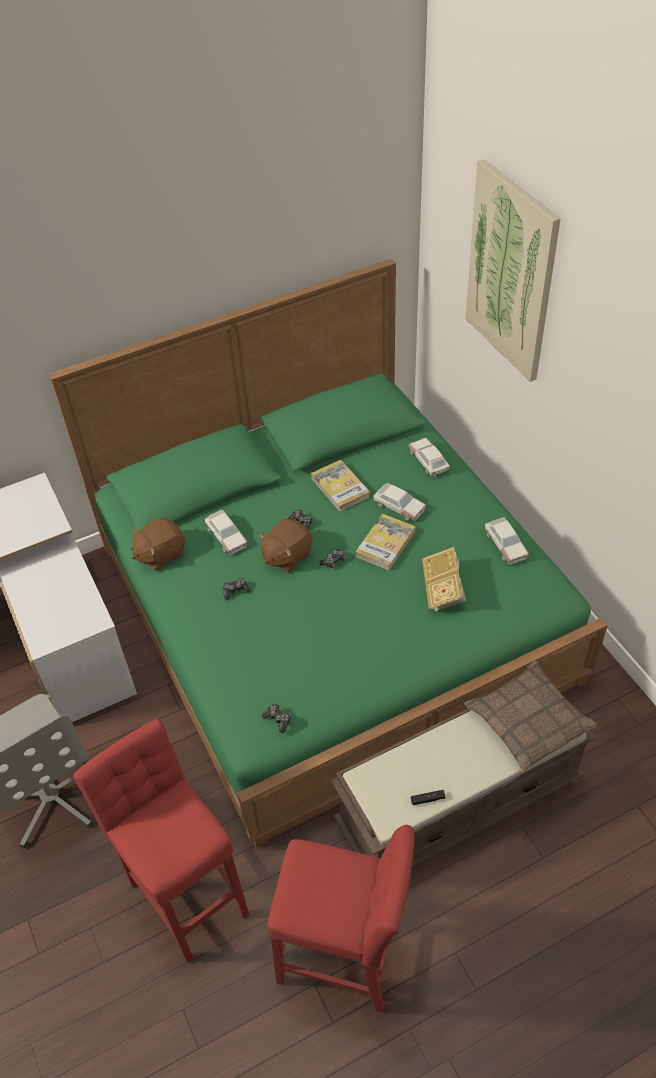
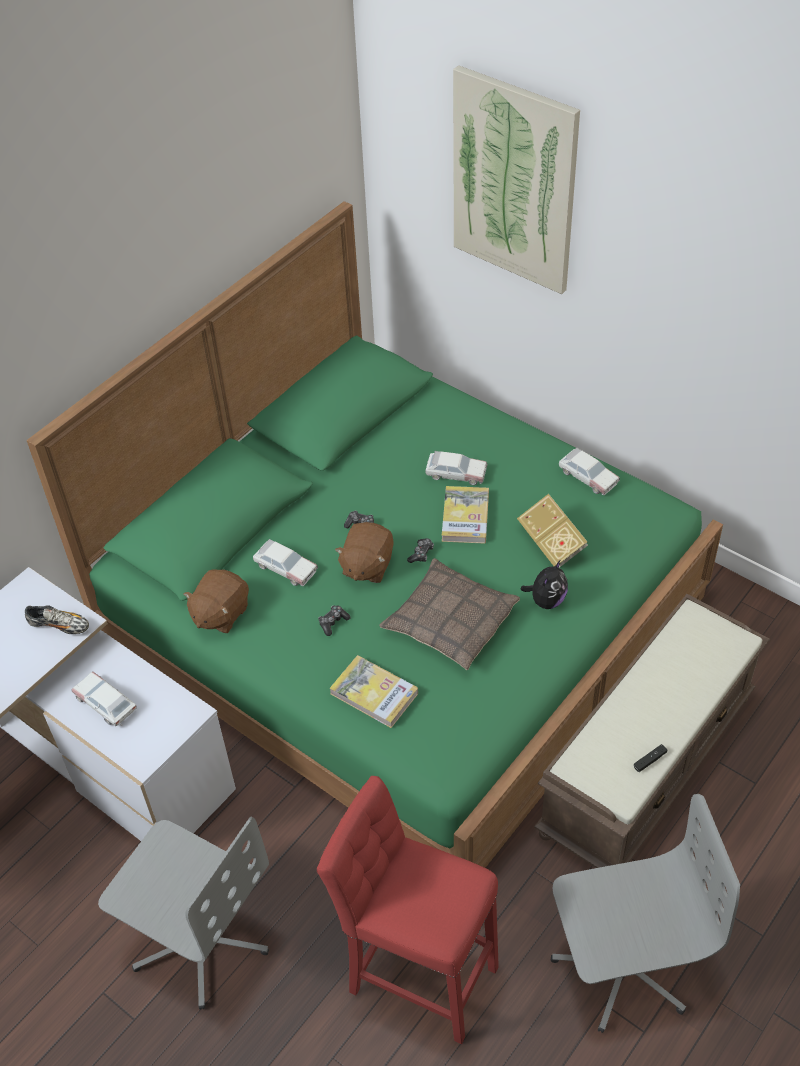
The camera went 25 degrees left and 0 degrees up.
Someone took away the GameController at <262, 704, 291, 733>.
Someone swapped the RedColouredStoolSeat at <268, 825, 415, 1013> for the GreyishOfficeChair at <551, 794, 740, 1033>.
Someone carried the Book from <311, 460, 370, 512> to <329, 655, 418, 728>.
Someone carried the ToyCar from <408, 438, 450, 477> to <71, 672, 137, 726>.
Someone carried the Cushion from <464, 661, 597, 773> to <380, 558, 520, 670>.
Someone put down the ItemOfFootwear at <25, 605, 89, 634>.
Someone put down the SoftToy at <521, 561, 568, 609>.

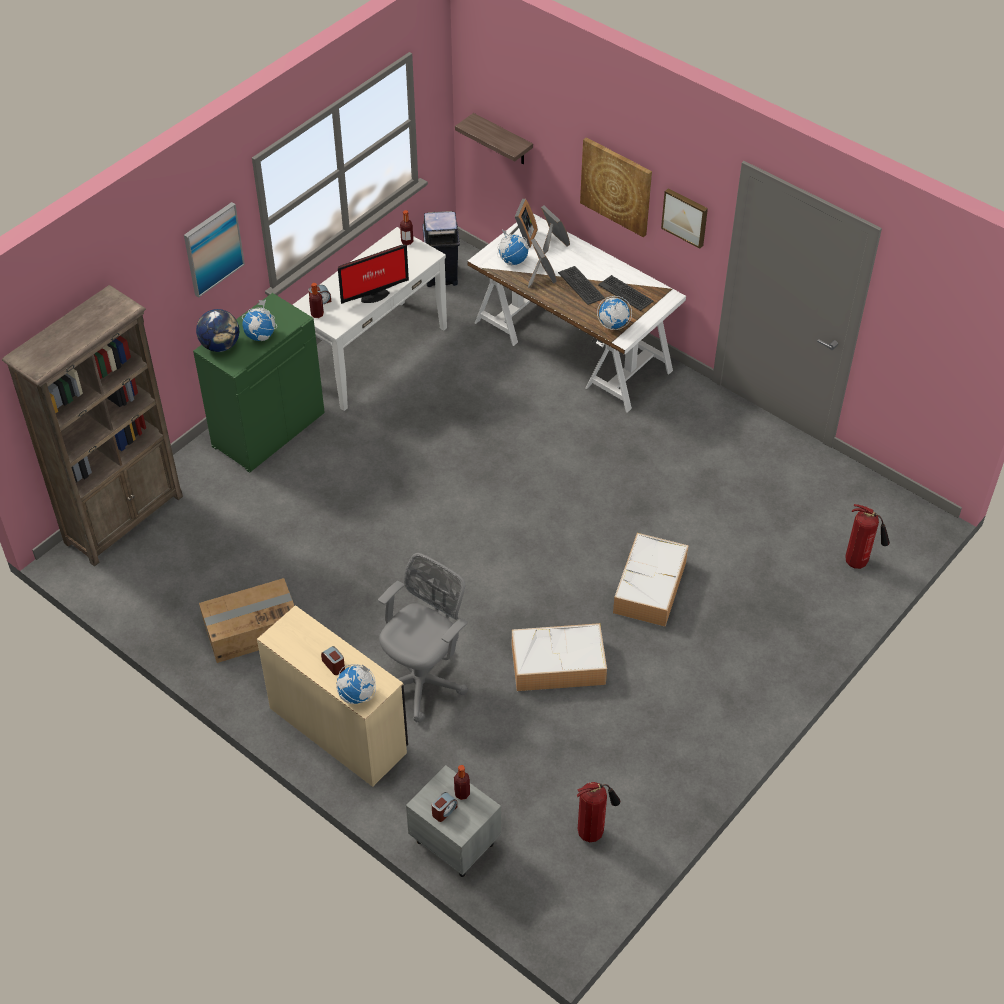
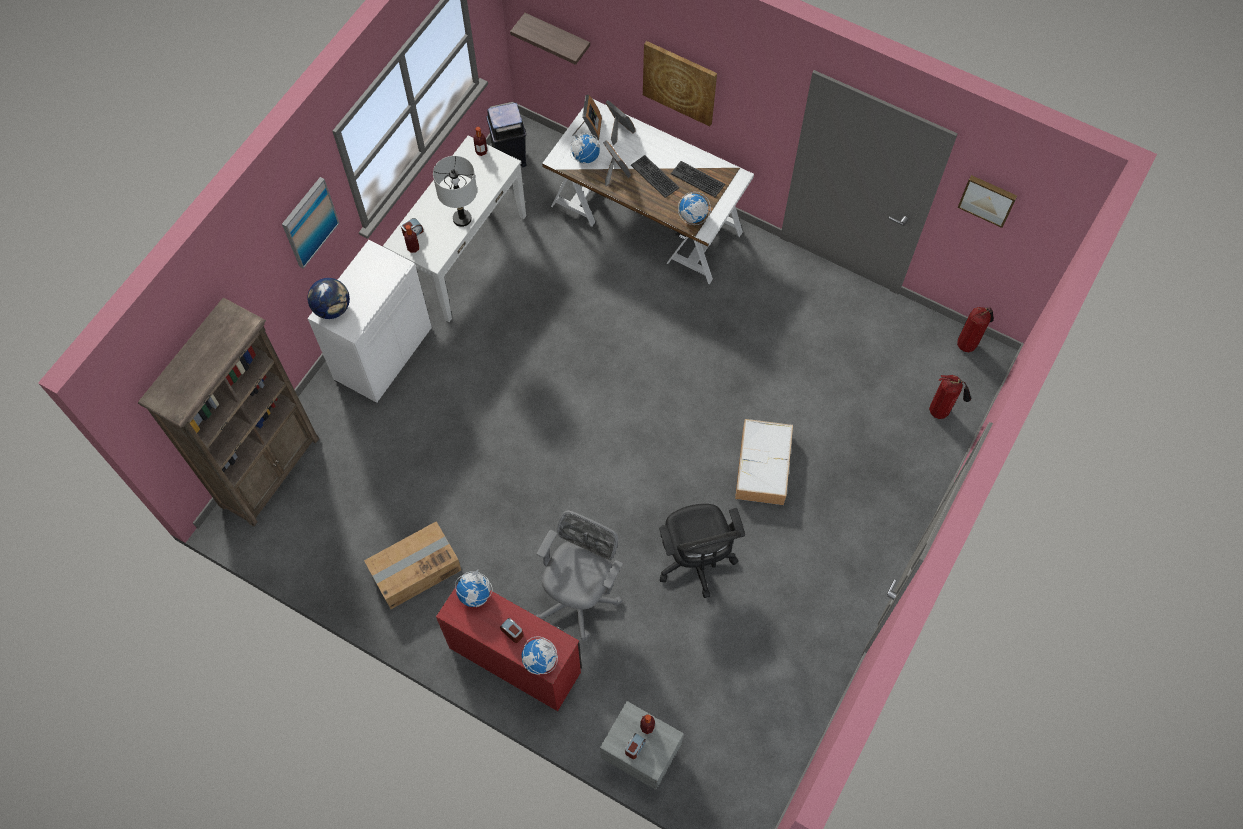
The camera went 10 degrees left and 15 degrees up.
Someone repainted the GreenColouredCabinet at <193, 293, 325, 473>, which became the WhiteColouredCabinet at <307, 240, 432, 403>.
Someone carried the WorldGlobe from <242, 300, 277, 341> to <455, 570, 492, 607>.
Someone repainted the SandColouredDeskUnit at <257, 605, 408, 787>, which became the RedColouredDeskUnit at <436, 585, 582, 711>.
Someone swapped the ComputerDisplay at <338, 244, 409, 304> for the GreyishLampForATable at <433, 156, 477, 227>.
Someone swapped the StorageContainer at <512, 623, 607, 691> for the BlackishOfficeChair at <659, 504, 745, 598>.
Someone carried the FireFightingCylinder from <577, 782, 621, 842> to <957, 307, 994, 352>.
Someone carried the Picture from <661, 188, 708, 249> to <958, 175, 1017, 228>.

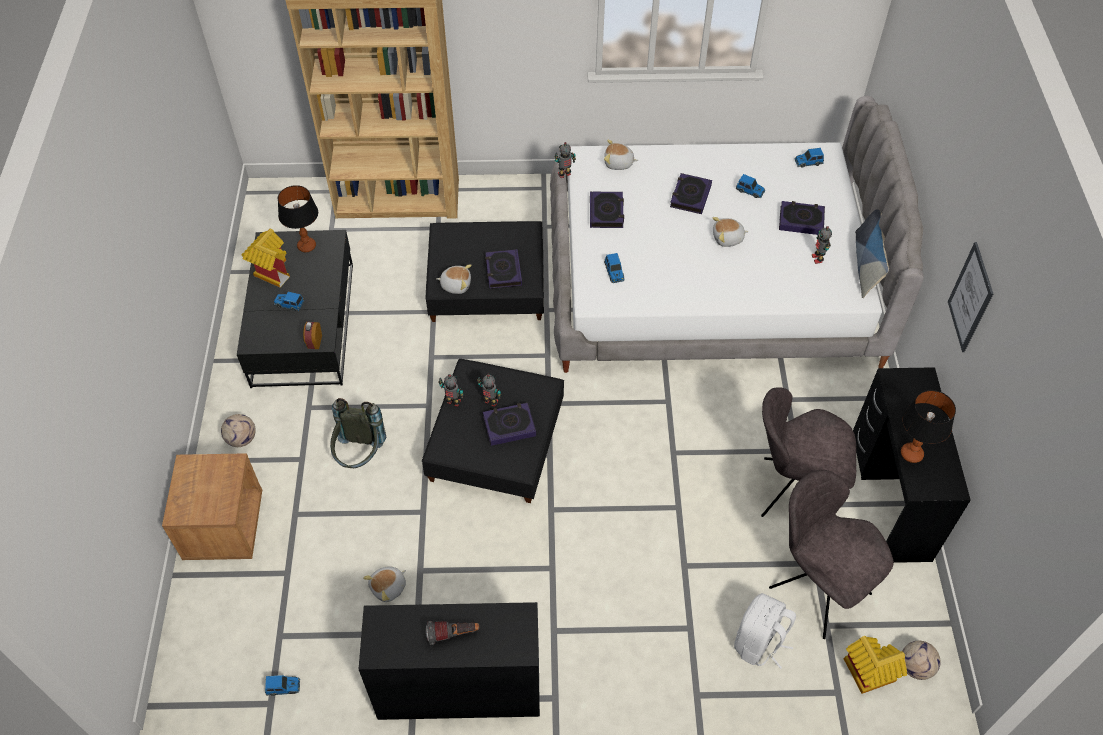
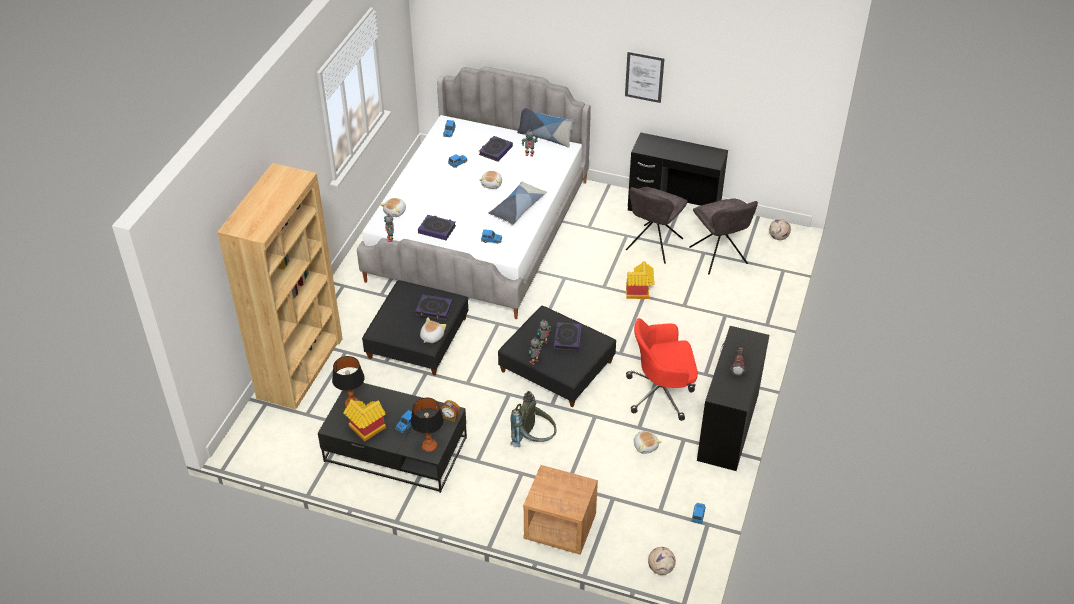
The camera went 70 degrees left and 10 degrees down.
Someone carried the Football from <221, 414, 256, 447> to <648, 547, 676, 575>.
Someone took away the Book at <670, 173, 712, 214>.
Someone took away the WhiteColouredBackpack at <734, 593, 796, 669>.
Someone rotated the GreyishPlainChair at <769, 470, 894, 639> by 90 degrees counterclockwise.
Someone carried the MiniatureHouse from <844, 636, 907, 694> to <626, 261, 655, 299>.
Someone carried the LampForATable from <901, 390, 956, 463> to <411, 398, 444, 452>.
Someone put down the Cushion at <488, 182, 547, 225>.
Someone put down the RedColouredOfficeChair at <626, 318, 698, 421>.

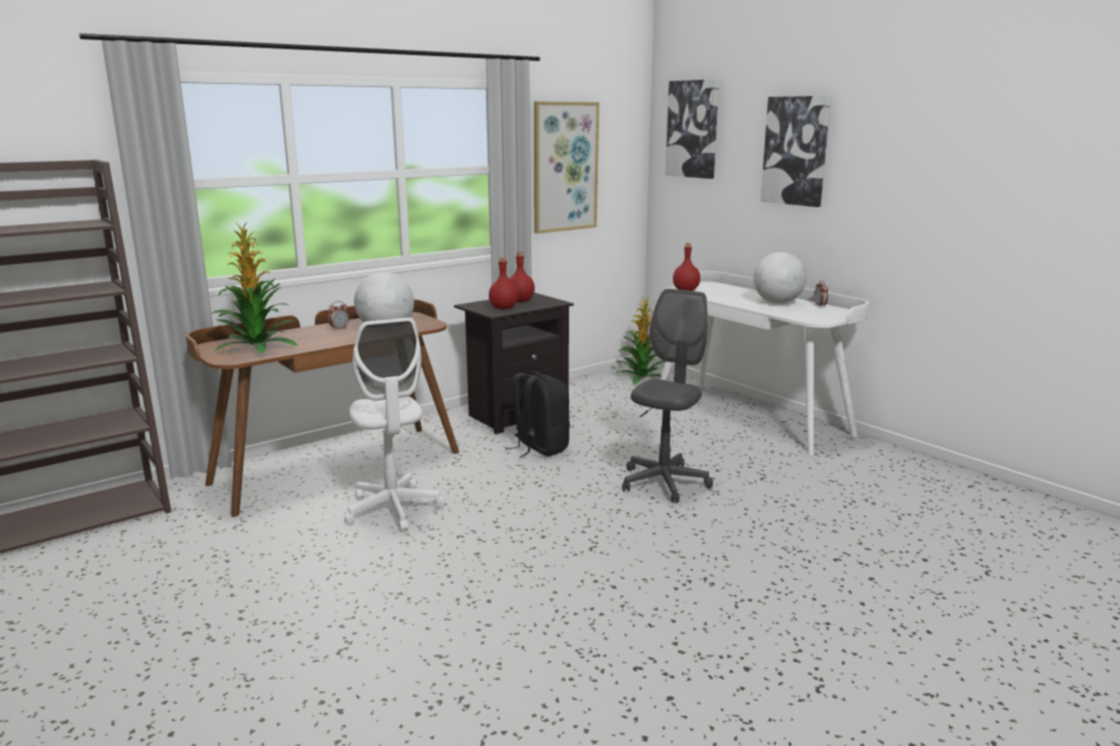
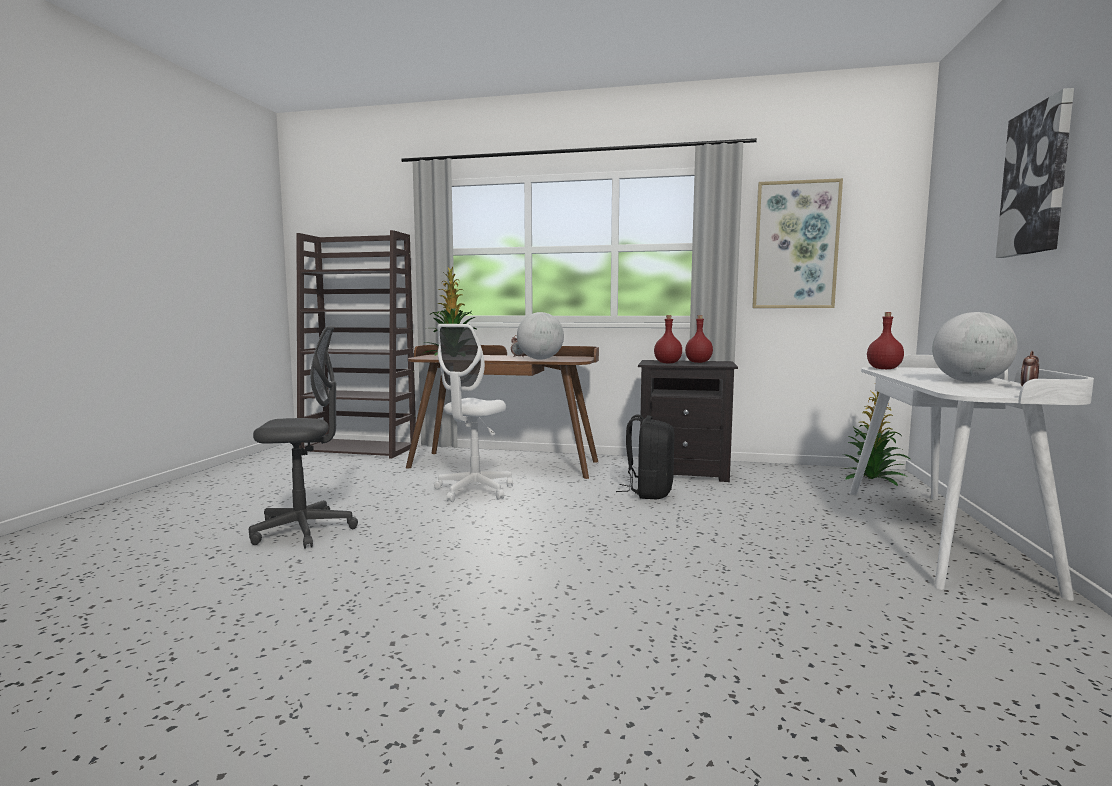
The camera went 50 degrees right and 10 degrees down.
Someone carried the GreyishOfficeChair from <622, 289, 713, 503> to <249, 325, 358, 549>.
Someone took away the Picture at <665, 79, 719, 179>.

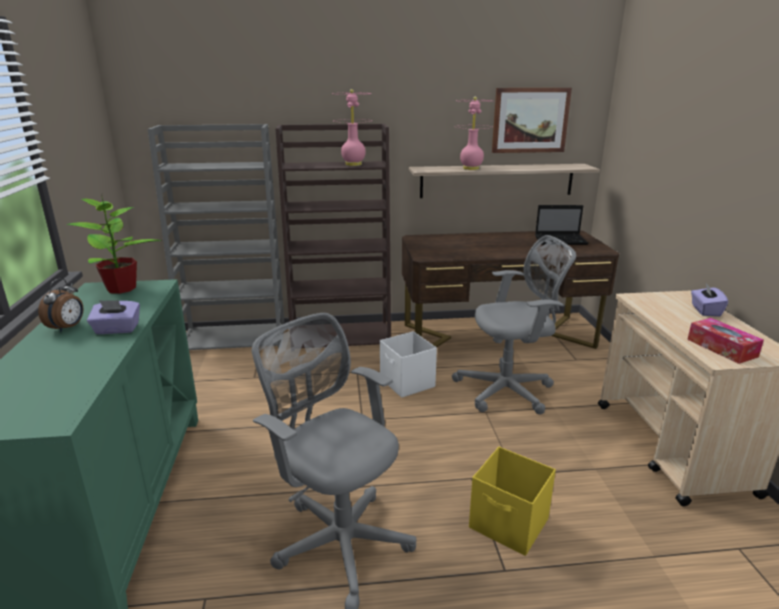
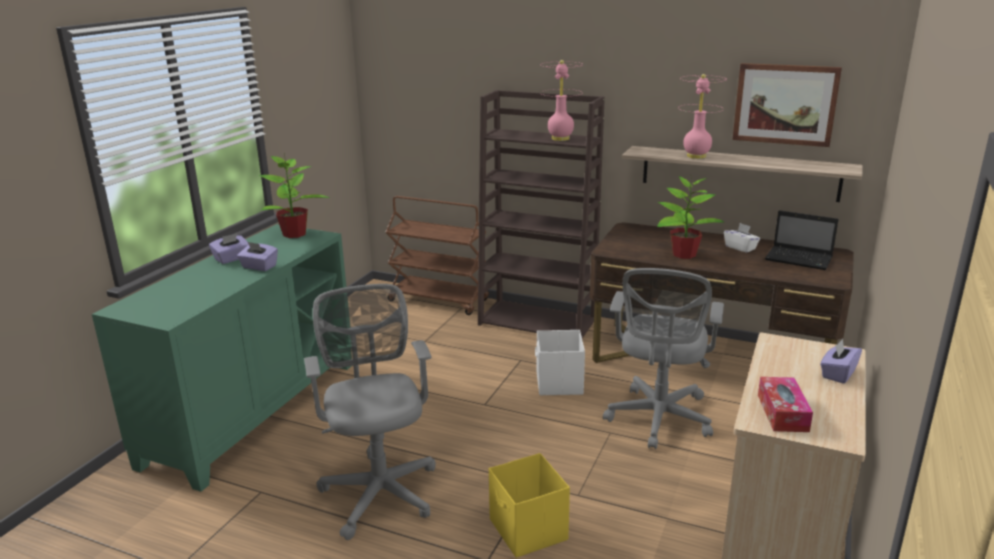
The camera went 30 degrees right and 0 degrees up.
Someone swapped the TableClock at <38, 278, 84, 333> for the PurpleBoxOfTissues at <209, 233, 249, 264>.
Someone swapped the GreyishBookshelf at <148, 124, 285, 350> for the BrownishCart at <385, 196, 489, 315>.
Someone rotated the GreyishOfficeChair at <452, 235, 576, 414> by 90 degrees clockwise.
Someone put down the PlantInAPot at <657, 176, 724, 259>.
Someone put down the WhiteColouredBoxOfTissues at <724, 223, 760, 253>.

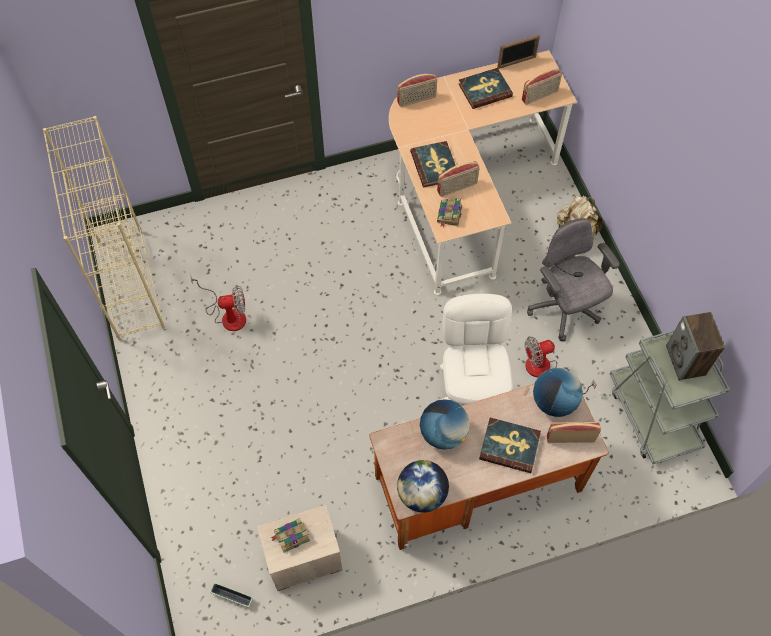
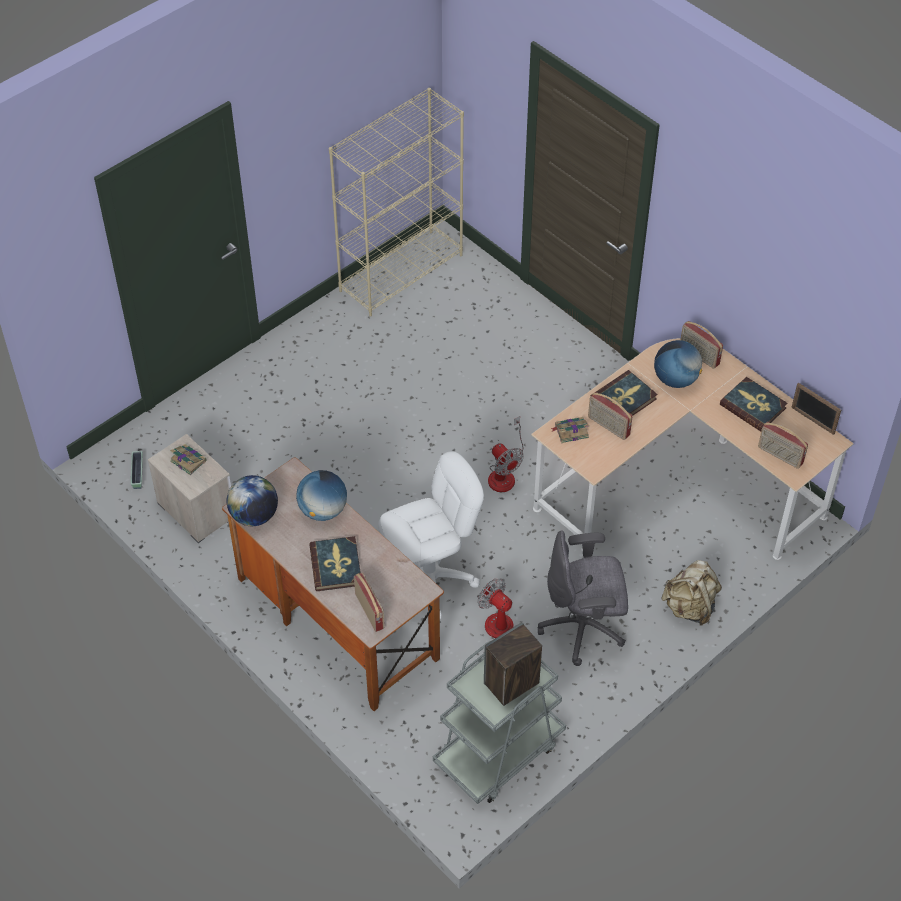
The camera went 65 degrees right and 10 degrees down.
Someone carried the ElectricFan from <191, 277, 246, 331> to <488, 416, 523, 492>.
Someone rotated the GreyishOfficeChair at <527, 218, 620, 341> by 135 degrees counterclockwise.
Someone carried the WorldGlobe from <533, 368, 583, 417> to <654, 340, 702, 388>.

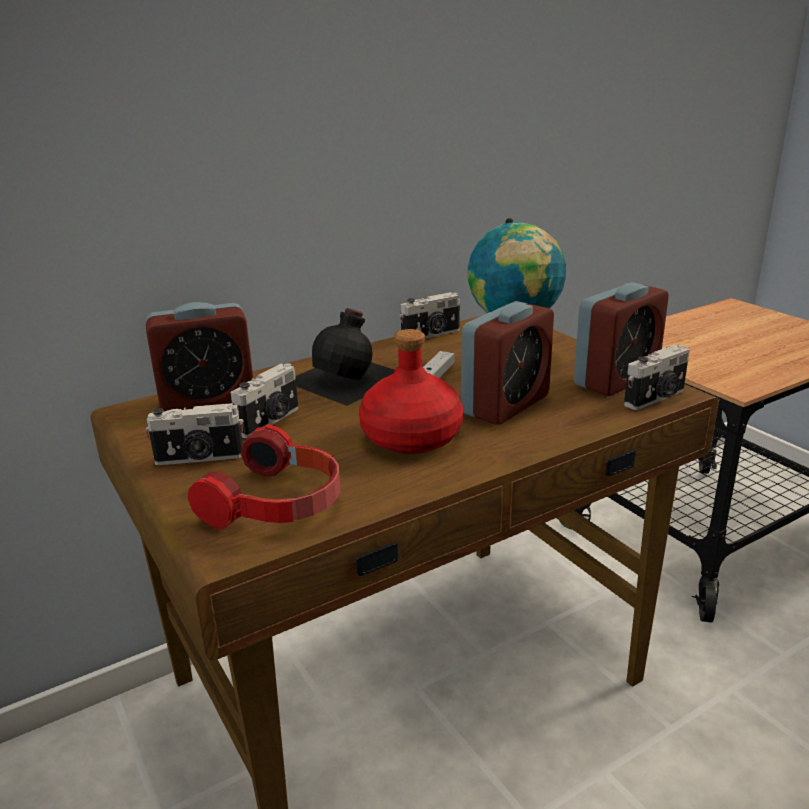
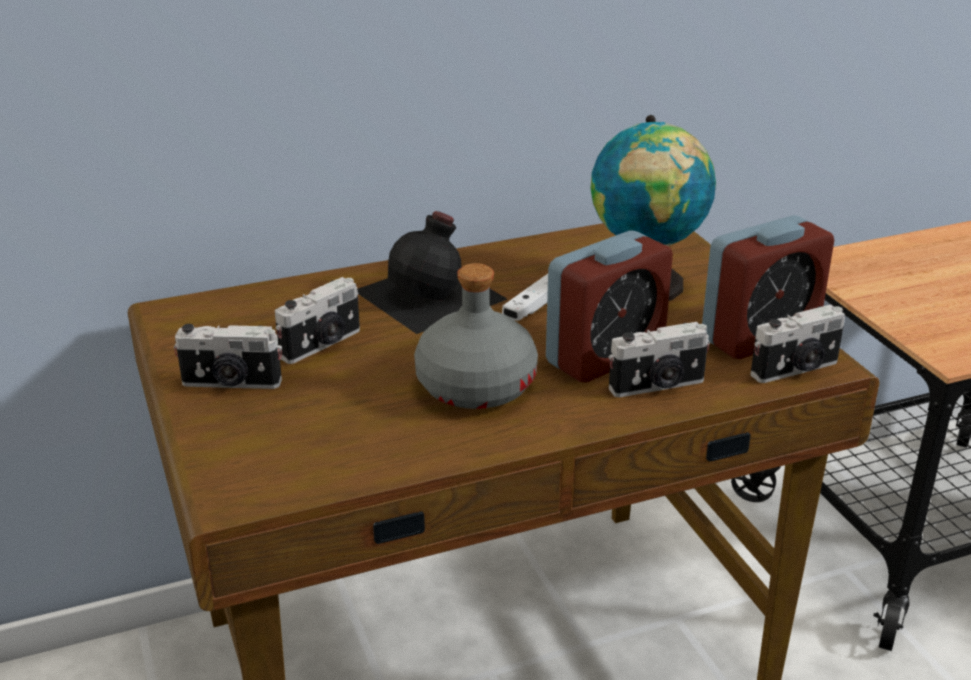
The camera went 10 degrees right and 5 degrees up.
Someone took away the TableClock at <146, 302, 253, 411>.
Someone took away the PairOfHeadphones at <188, 424, 341, 529>.
Someone repainted the RedColouredBeverageBottle at <359, 329, 464, 454>, which became the GreyishBeverageBottle at <414, 263, 538, 409>.
Someone carried the PhotoCamera from <400, 292, 461, 339> to <609, 322, 710, 397>.

